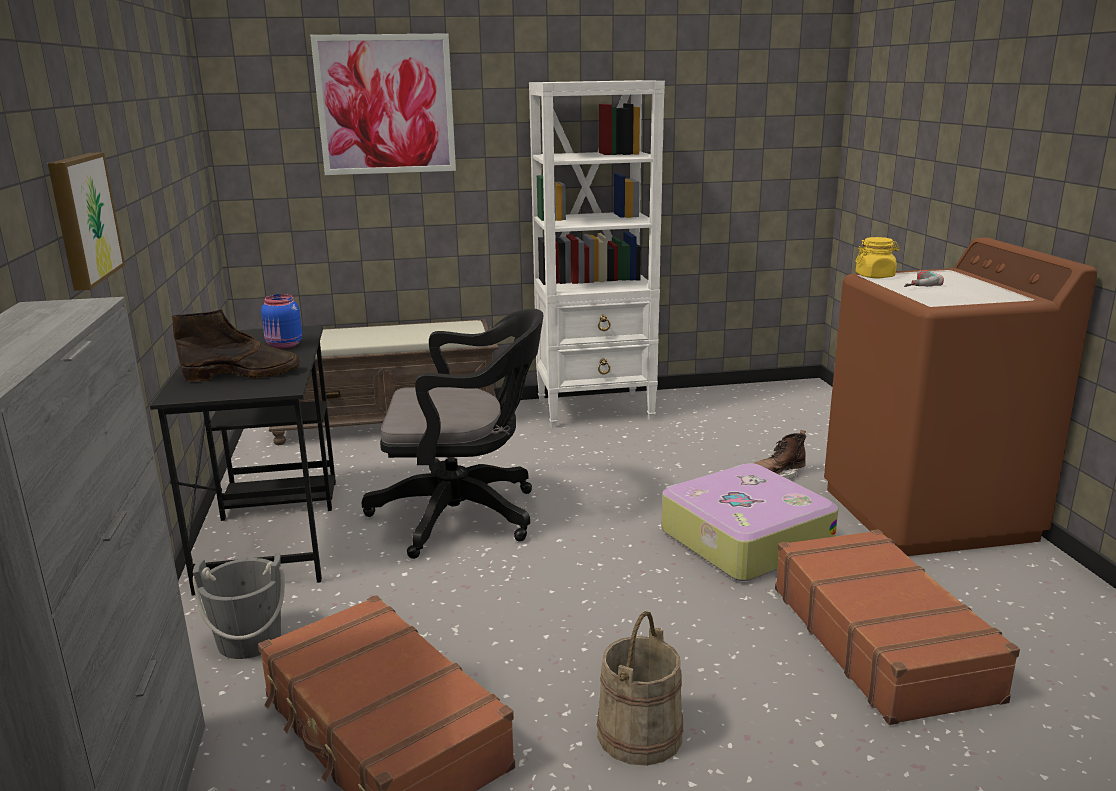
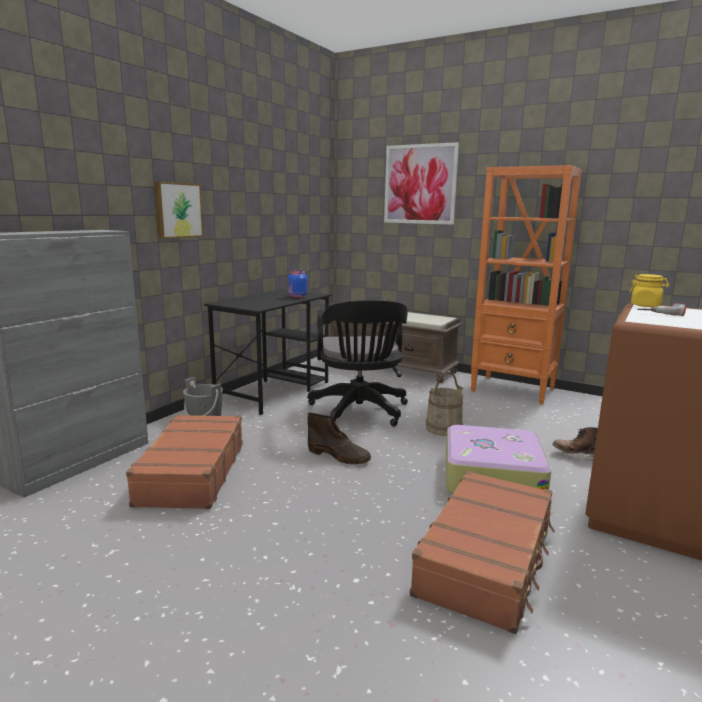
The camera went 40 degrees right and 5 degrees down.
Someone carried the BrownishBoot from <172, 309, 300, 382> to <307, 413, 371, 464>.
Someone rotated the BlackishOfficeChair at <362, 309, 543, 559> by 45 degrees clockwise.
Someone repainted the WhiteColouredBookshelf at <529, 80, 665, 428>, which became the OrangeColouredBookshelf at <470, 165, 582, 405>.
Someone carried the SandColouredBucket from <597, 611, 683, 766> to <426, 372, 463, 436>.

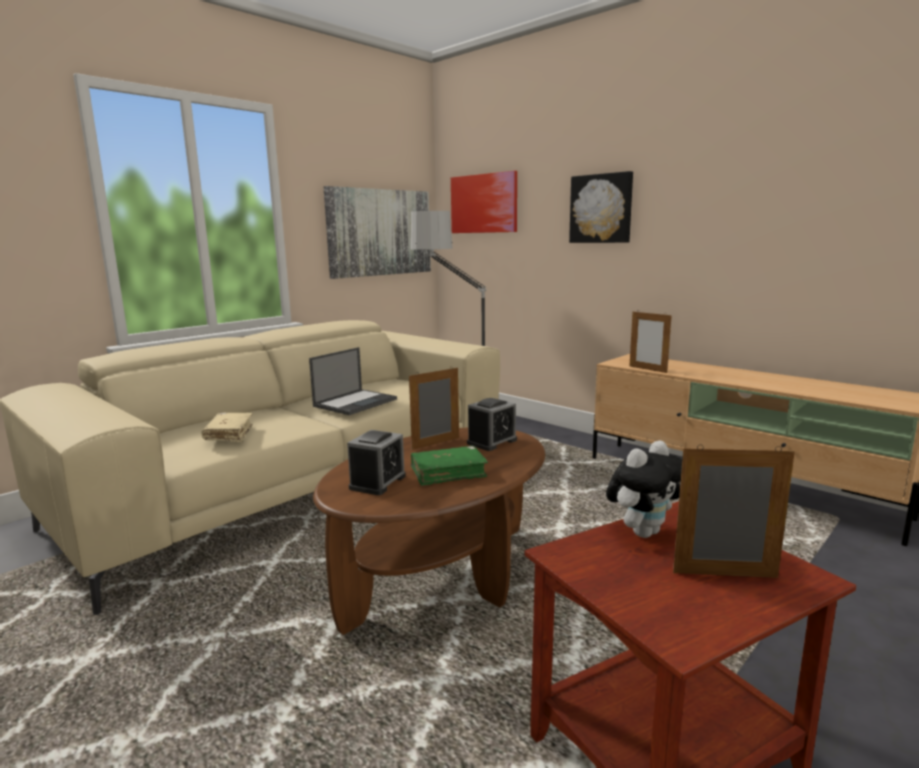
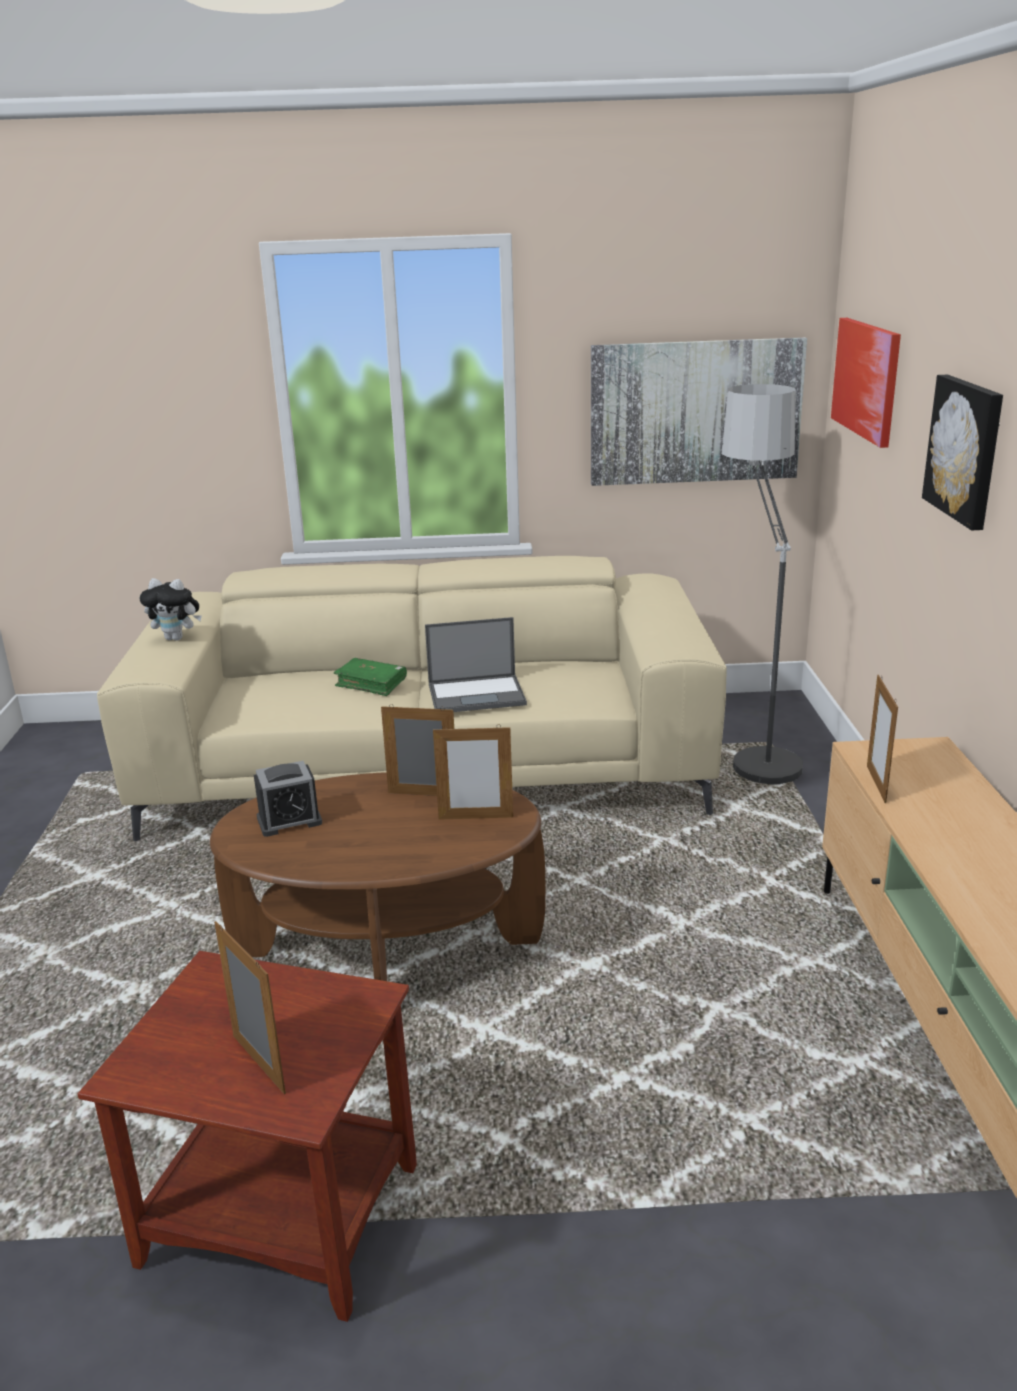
The camera went 45 degrees right and 10 degrees up.
Someone took away the SandColouredBook at <201, 413, 253, 442>.
Someone carried the GreenColouredBook from <411, 446, 488, 486> to <334, 658, 407, 696>.
Someone swapped the TableClock at <467, 398, 517, 451> for the PhotoFrame at <433, 724, 513, 819>.
Someone carried the SoftToy from <606, 441, 682, 538> to <140, 578, 202, 641>.

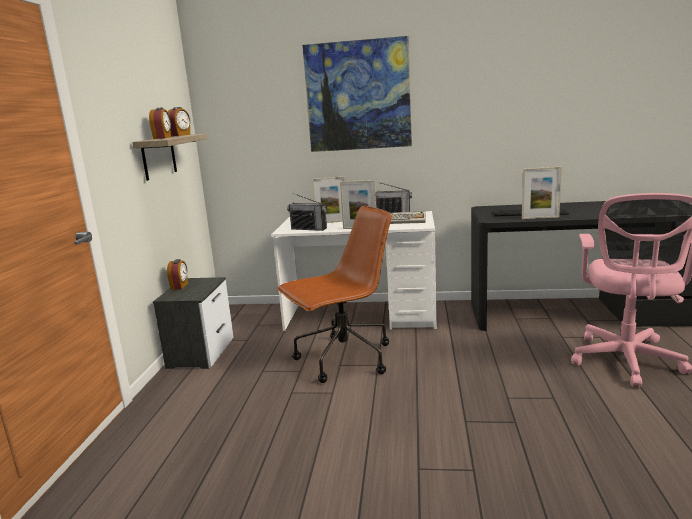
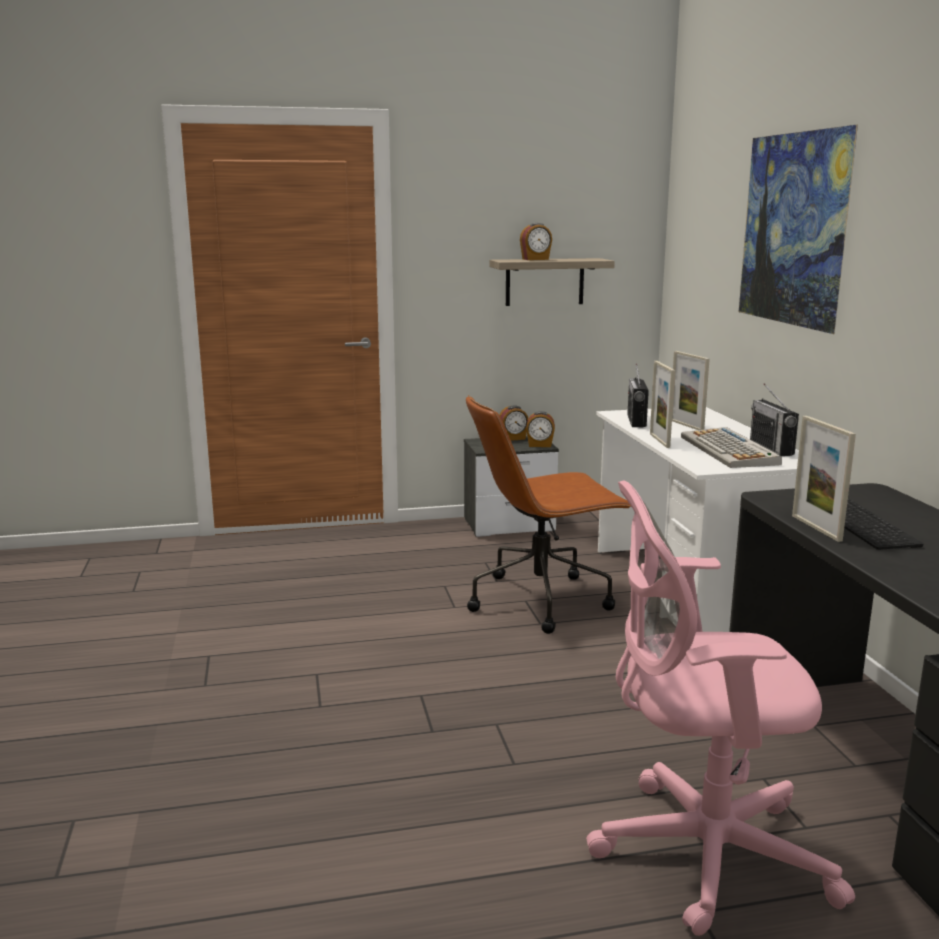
The camera went 70 degrees right and 0 degrees up.
Someone carried the TableClock from <168, 107, 190, 136> to <526, 411, 555, 447>.
Someone rotated the BrownishOfficeChair at <277, 206, 391, 383> by 120 degrees clockwise.

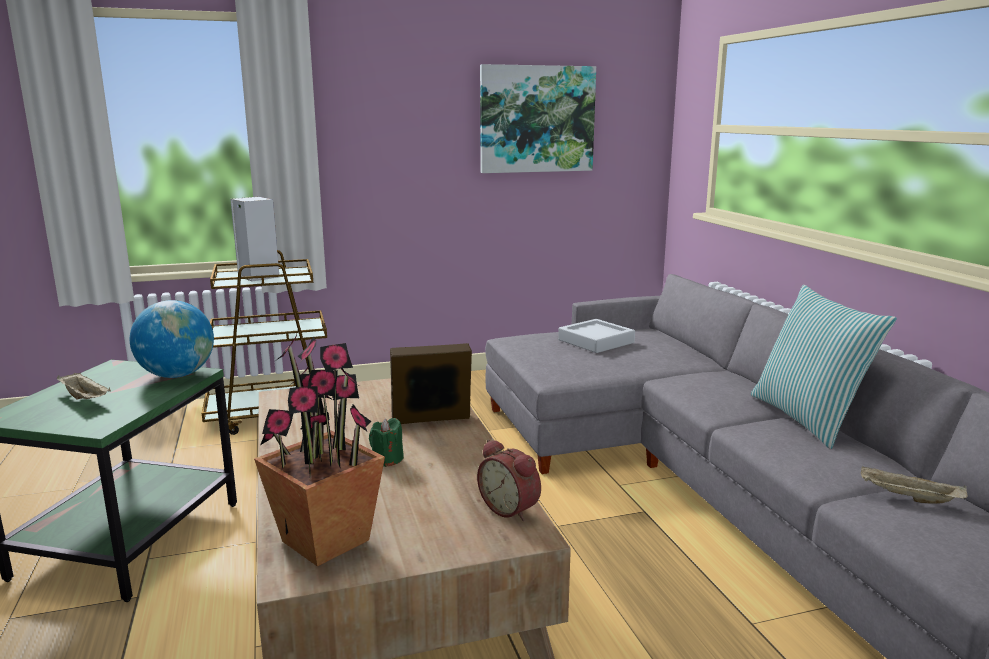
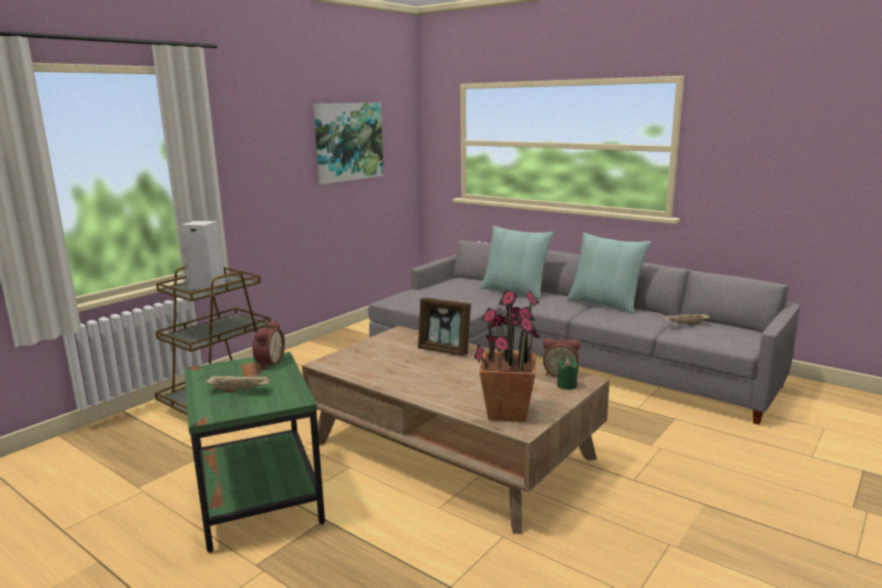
The camera went 35 degrees left and 0 degrees up.
Someone swapped the WorldGlobe at <130, 300, 214, 378> for the TableClock at <252, 320, 285, 369>.
Someone carried the GreenColouredWaxLight from <369, 418, 404, 467> to <557, 357, 578, 390>.
Someone rotated the PhotoFrame at <390, 343, 472, 424> by 105 degrees counterclockwise.
Someone took away the GreyishCarryingTray at <558, 319, 635, 353>.
Someone put down the Cushion at <480, 226, 554, 300>.

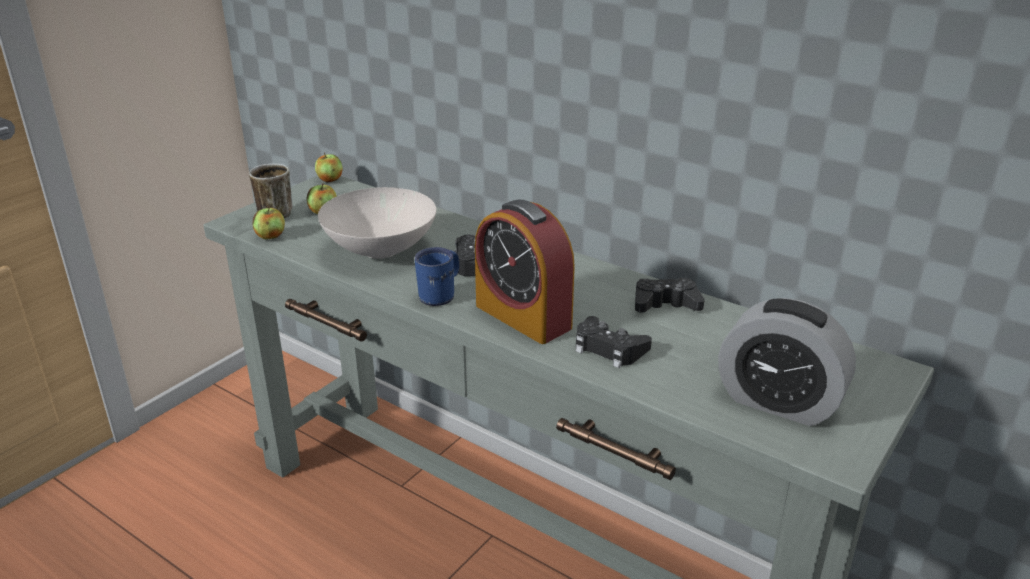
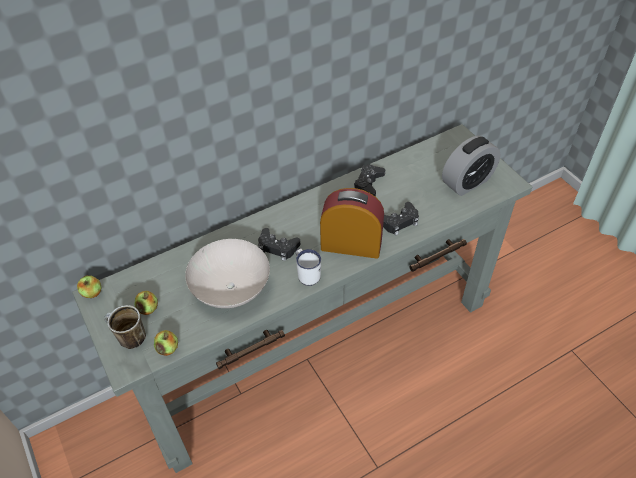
The camera went 65 degrees left and 20 degrees up.
Someone repainted the BluishTeaMug at <415, 247, 460, 306>, which became the WhiteColouredTeaMug at <296, 248, 321, 286>.
Someone rotated the TableClock at <475, 199, 575, 344> by 150 degrees counterclockwise.

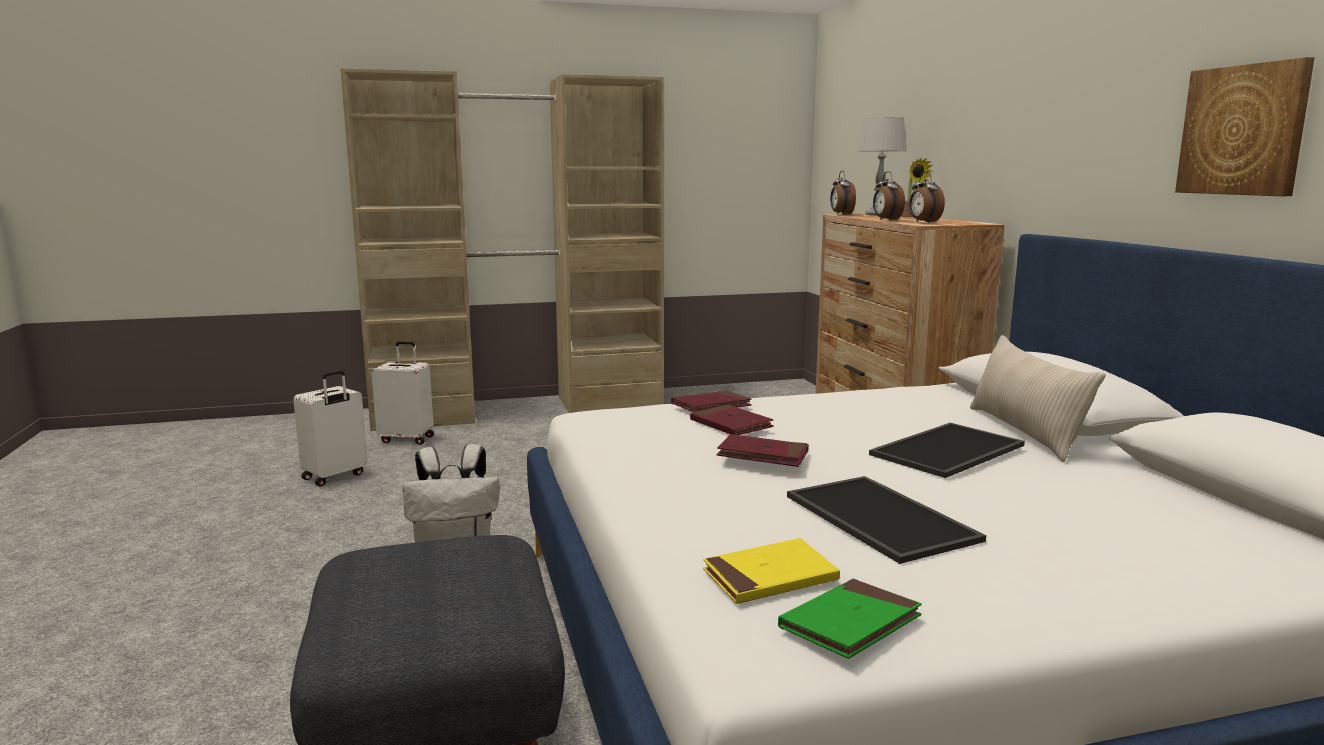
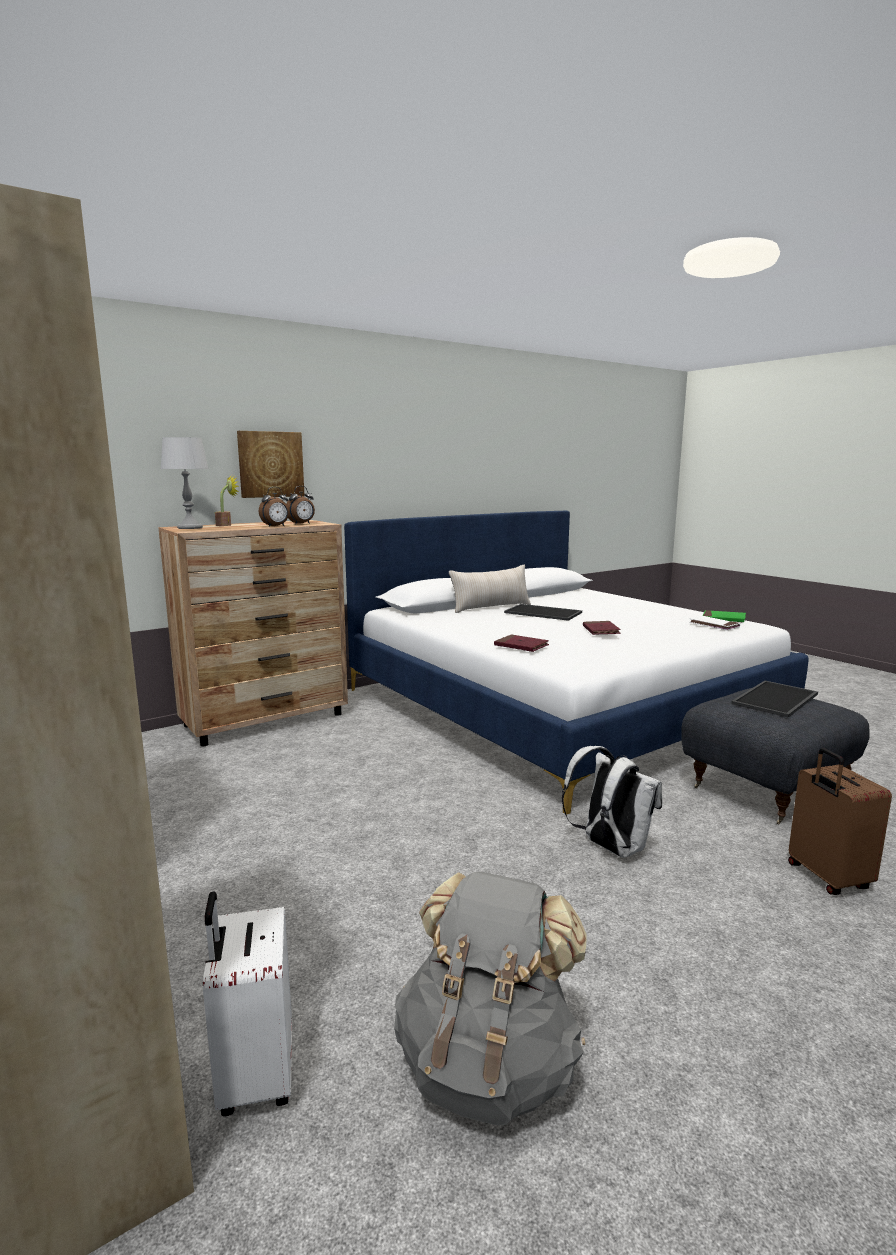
The camera went 110 degrees left and 0 degrees up.
Someone swapped the WhiteColouredSuitcase at <293, 370, 368, 486> for the GreyishBackpack at <394, 872, 586, 1126>.
Someone took away the RedColouredBook at <690, 405, 774, 435>.
Someone repainted the YellowBook at <703, 538, 840, 604>, which became the WhiteColouredBook at <689, 616, 740, 631>.
Someone carried the CarryingTray from <787, 476, 986, 564> to <731, 681, 818, 718>.
Someone took away the TableClock at <830, 171, 856, 215>.
Someone carried the Picture from <1175, 57, 1315, 196> to <237, 431, 305, 498>.
Someone put down the BrownishSuitcase at <788, 748, 892, 895>.

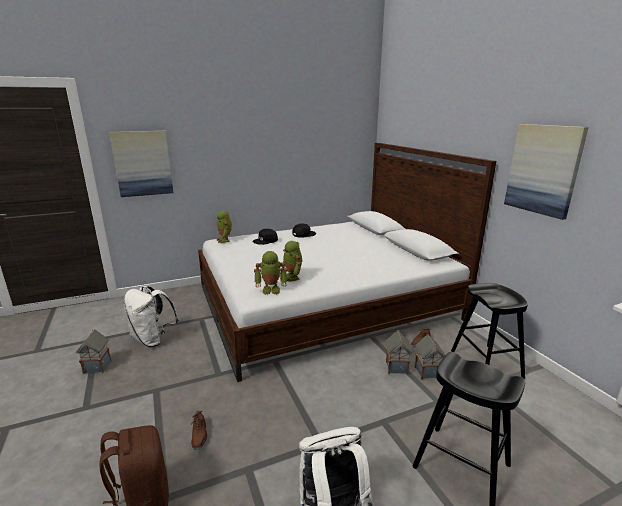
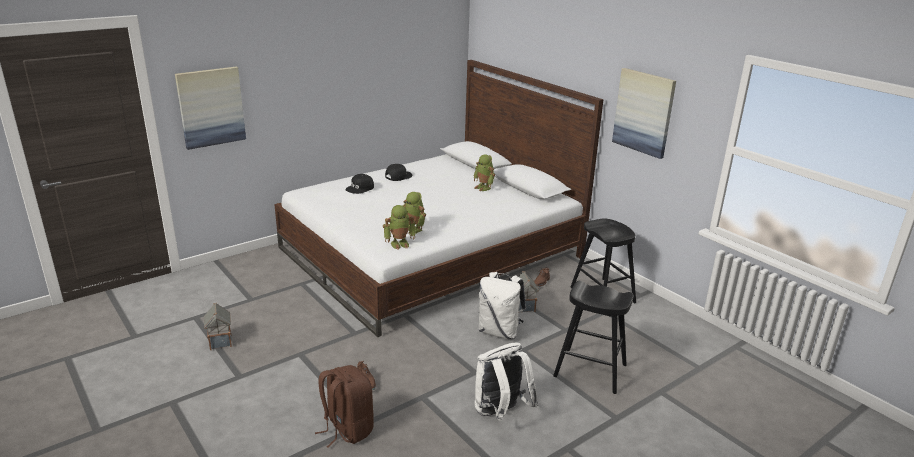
The camera went 15 degrees left and 5 degrees up.
Someone carried the WhiteColouredBackpack from <124, 286, 179, 347> to <479, 272, 526, 339>.
Someone carried the ModelRobot from <217, 211, 232, 243> to <474, 154, 495, 191>.
Someone took away the MiniatureHouse at <415, 334, 445, 380>.

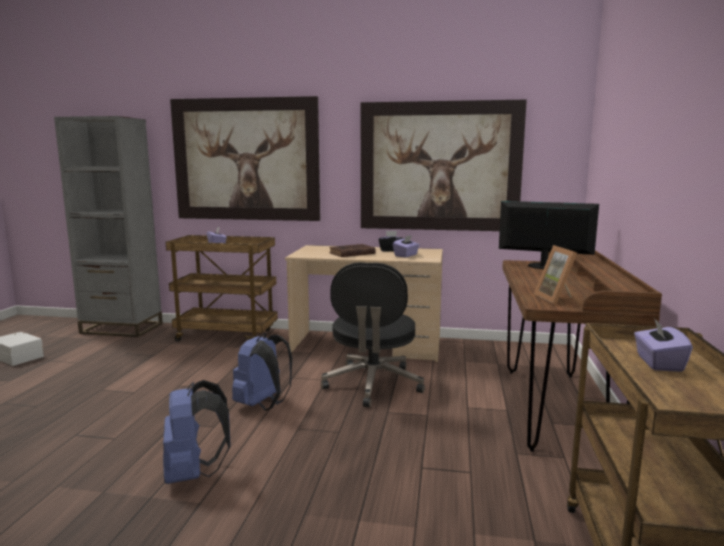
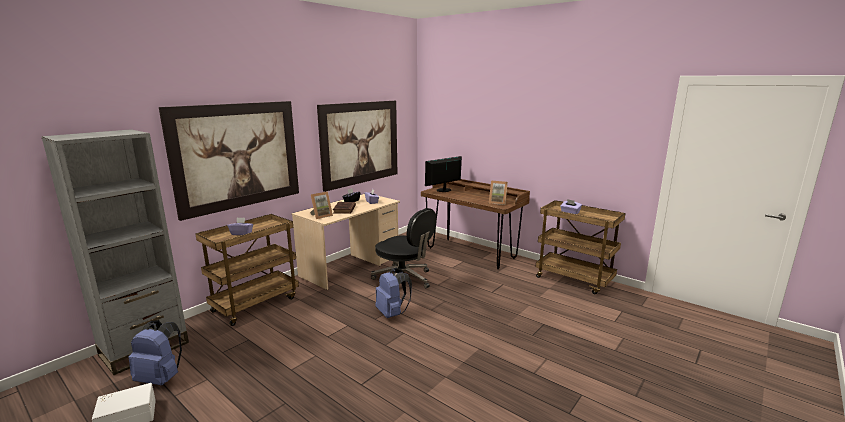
The camera went 60 degrees left and 5 degrees up.
Someone carried the BluishBackpack from <163, 380, 231, 484> to <128, 320, 182, 386>.
Someone put down the PhotoFrame at <310, 192, 333, 219>.

